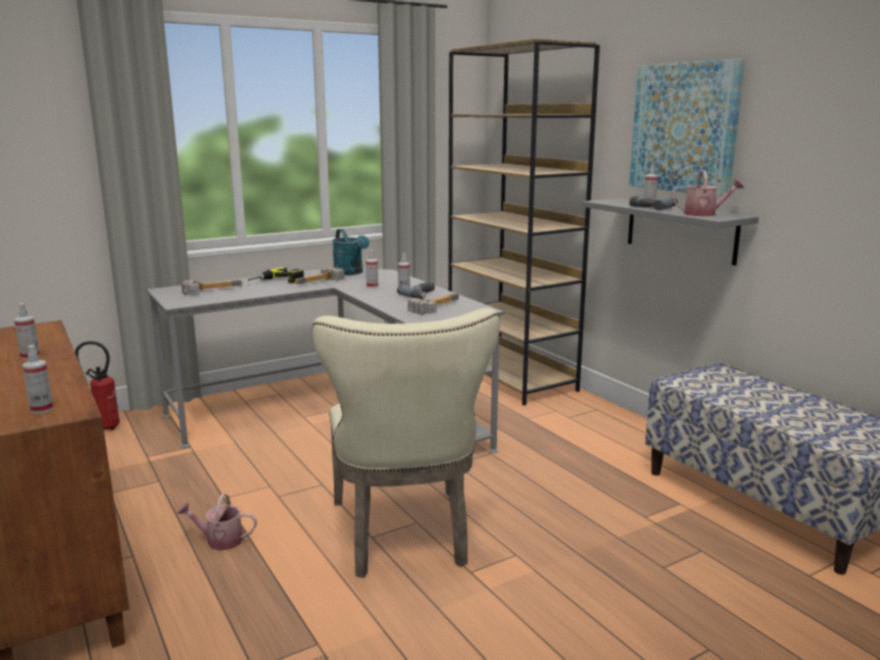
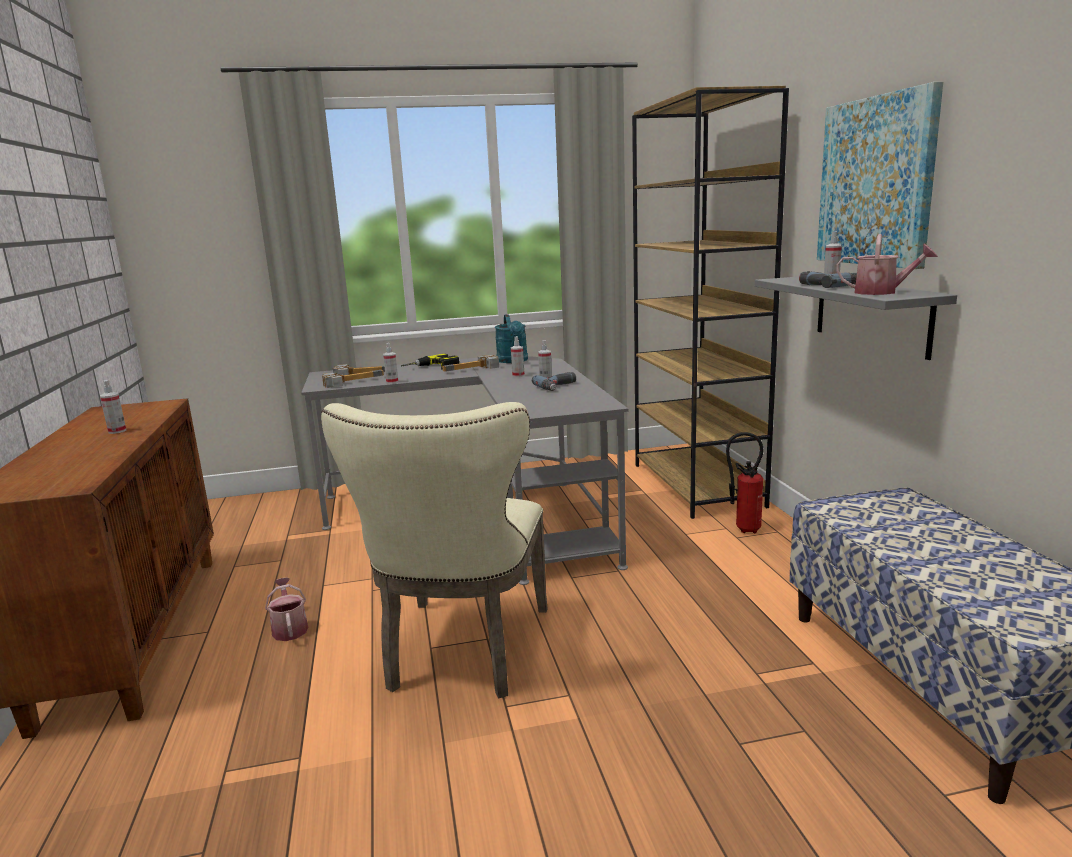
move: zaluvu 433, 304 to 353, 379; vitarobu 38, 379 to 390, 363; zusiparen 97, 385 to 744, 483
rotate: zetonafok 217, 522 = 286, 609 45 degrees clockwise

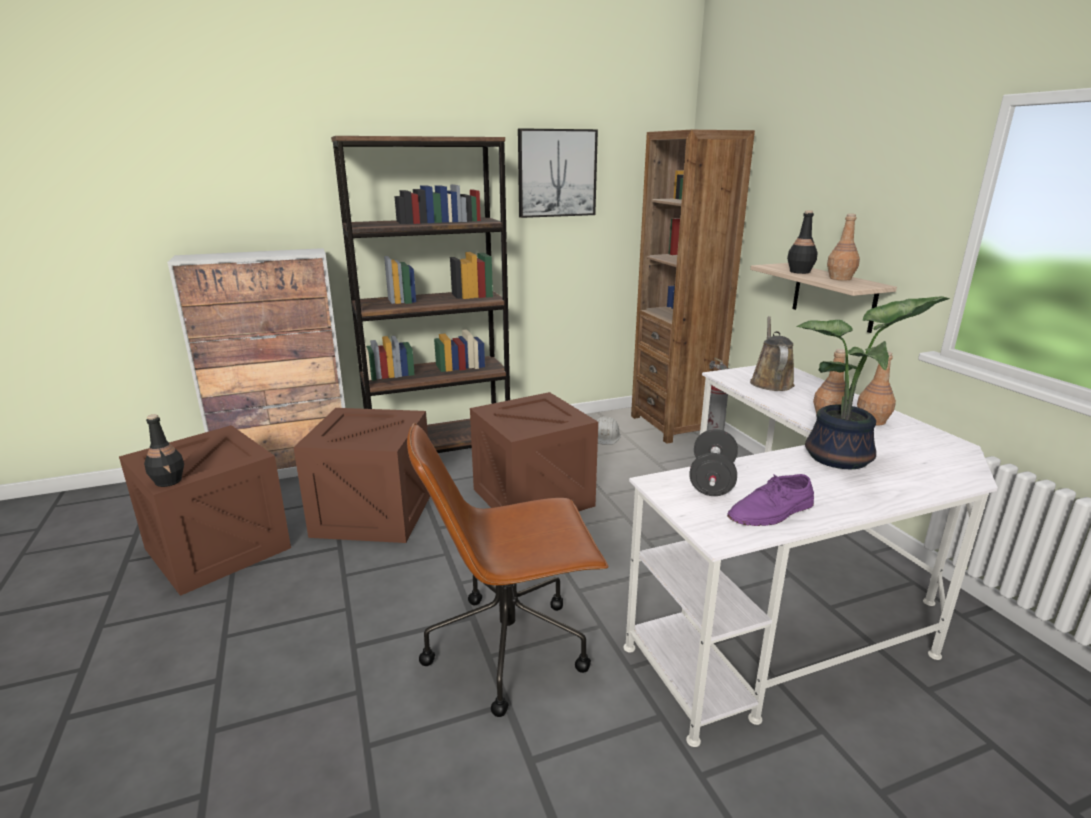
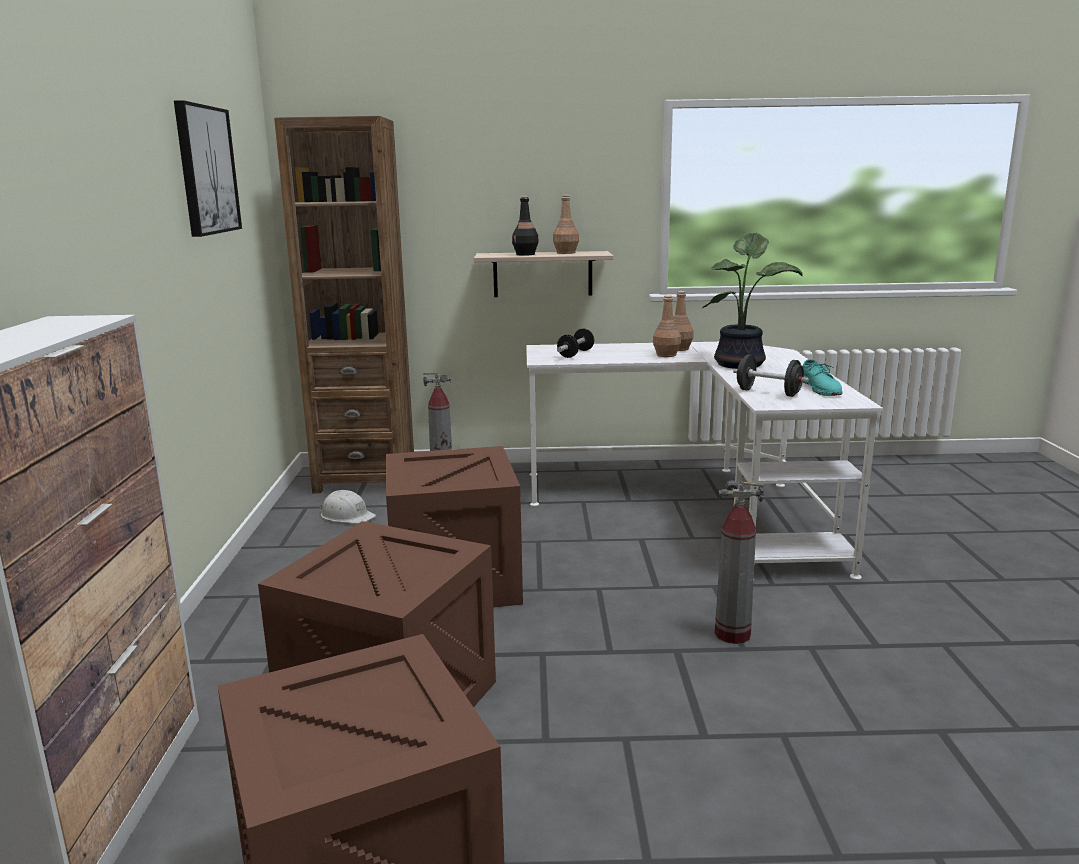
delete: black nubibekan 164, 450; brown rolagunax 420, 294
replace: brown zetonafok 772, 353 to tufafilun 575, 343; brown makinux 508, 570 to zusiparen 739, 562
recolor: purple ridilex 770, 500 to turquoise ridilex 822, 377

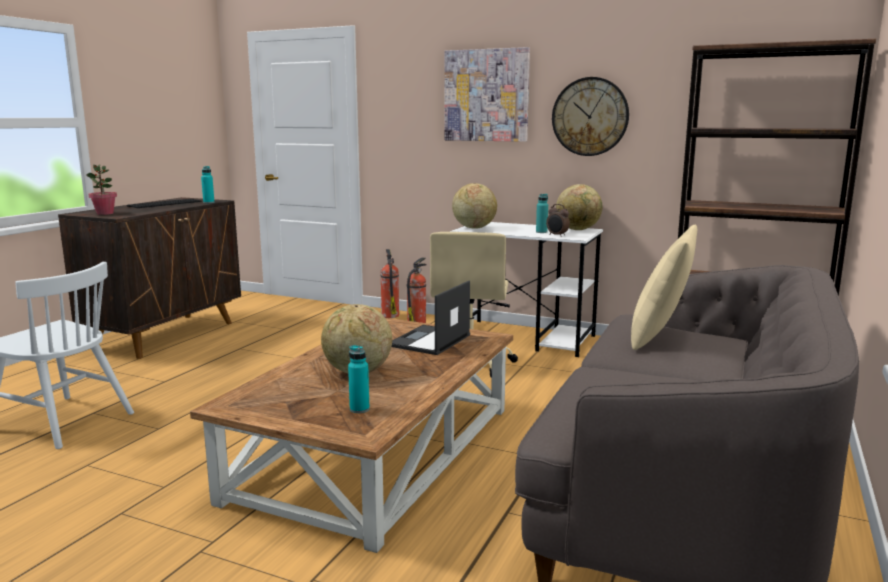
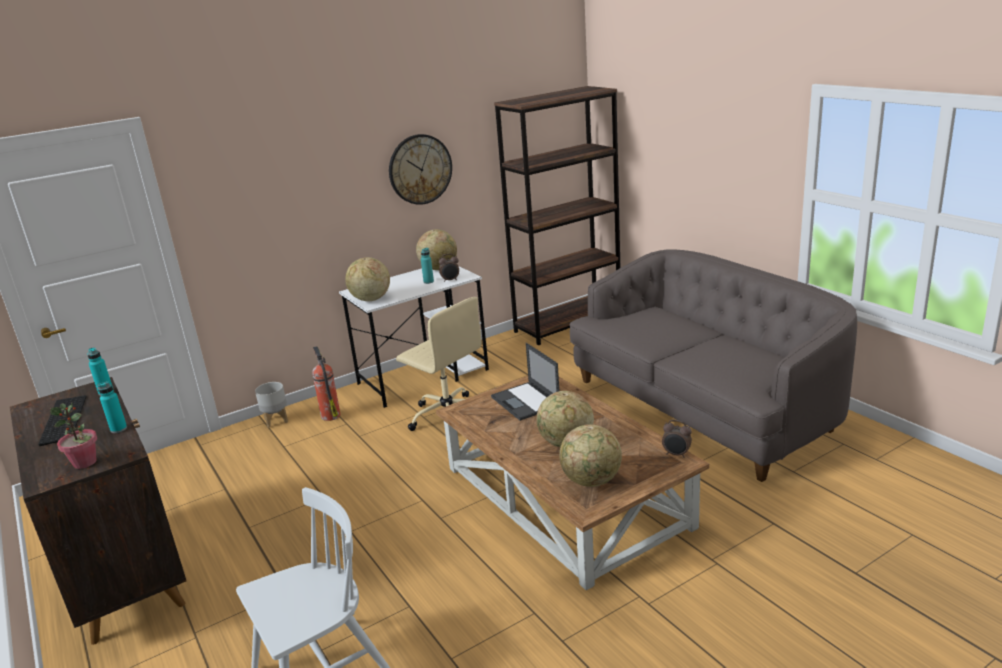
delete: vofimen 487, 94; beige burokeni 664, 287
insert: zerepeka 590, 455; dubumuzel 677, 439
move: turquoise nubibekan 359, 379 to 112, 407
replace: zusiparen 389, 283 to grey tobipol 271, 405

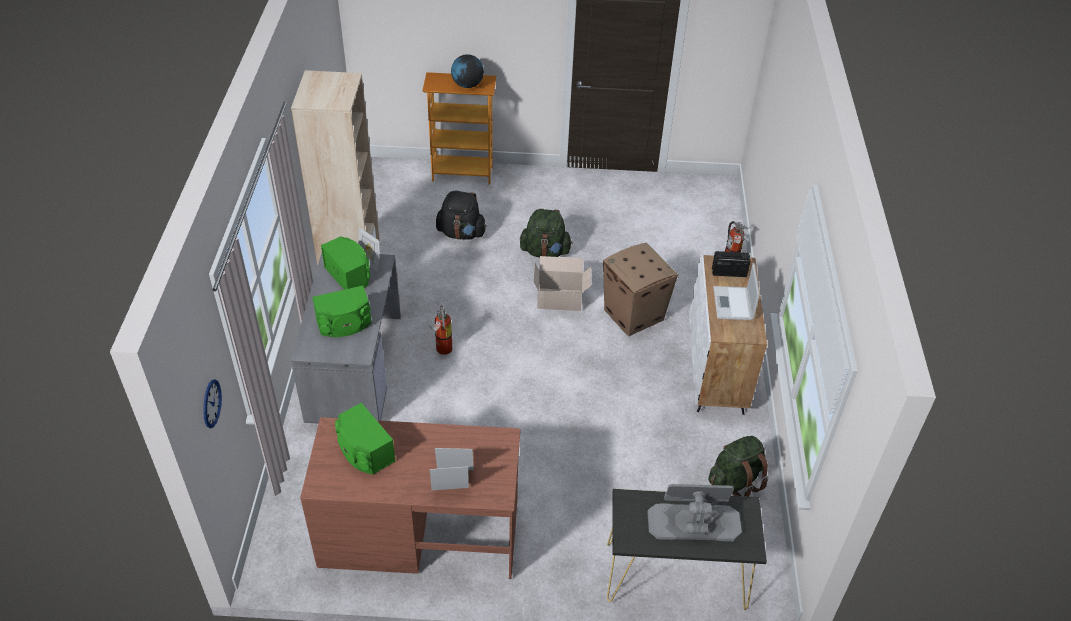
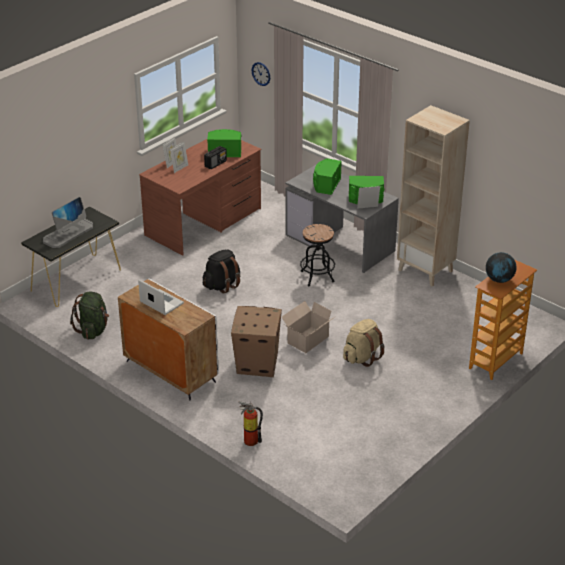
move: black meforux 461, 215 to 221, 271; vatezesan 731, 264 to 215, 157
replace: zusiparen 441, 330 to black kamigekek 317, 255
recolor: green meforux 546, 233 to beige meforux 364, 343

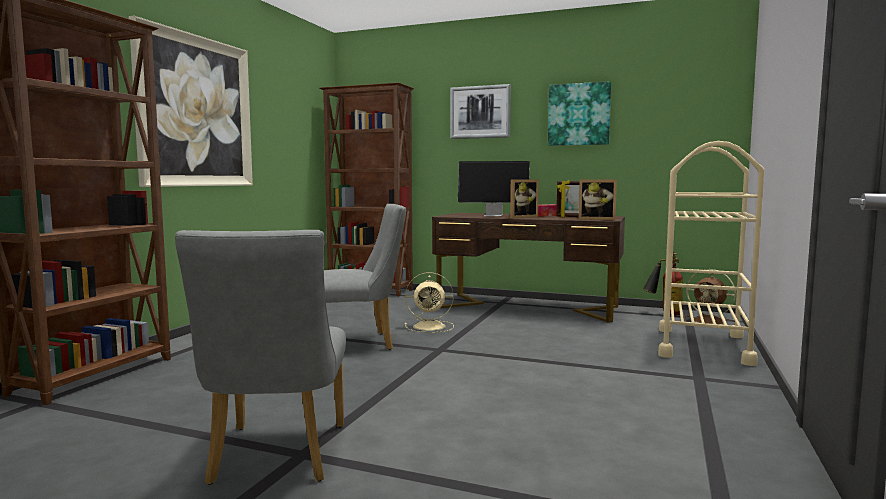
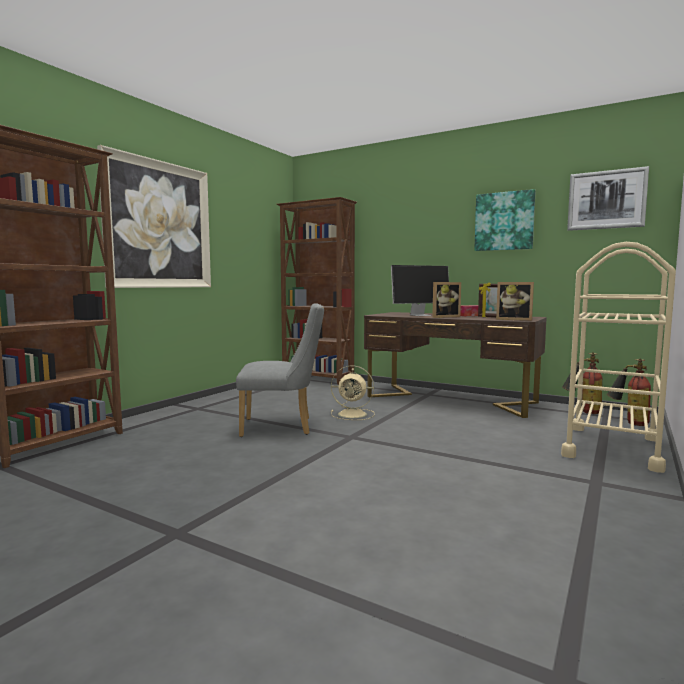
delete: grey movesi 260, 357
move: vofimen 480, 111 to 608, 198
replace: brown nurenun 710, 297 to zusiparen 629, 392
rotate: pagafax 494, 189 = 420, 290 45 degrees counterclockwise

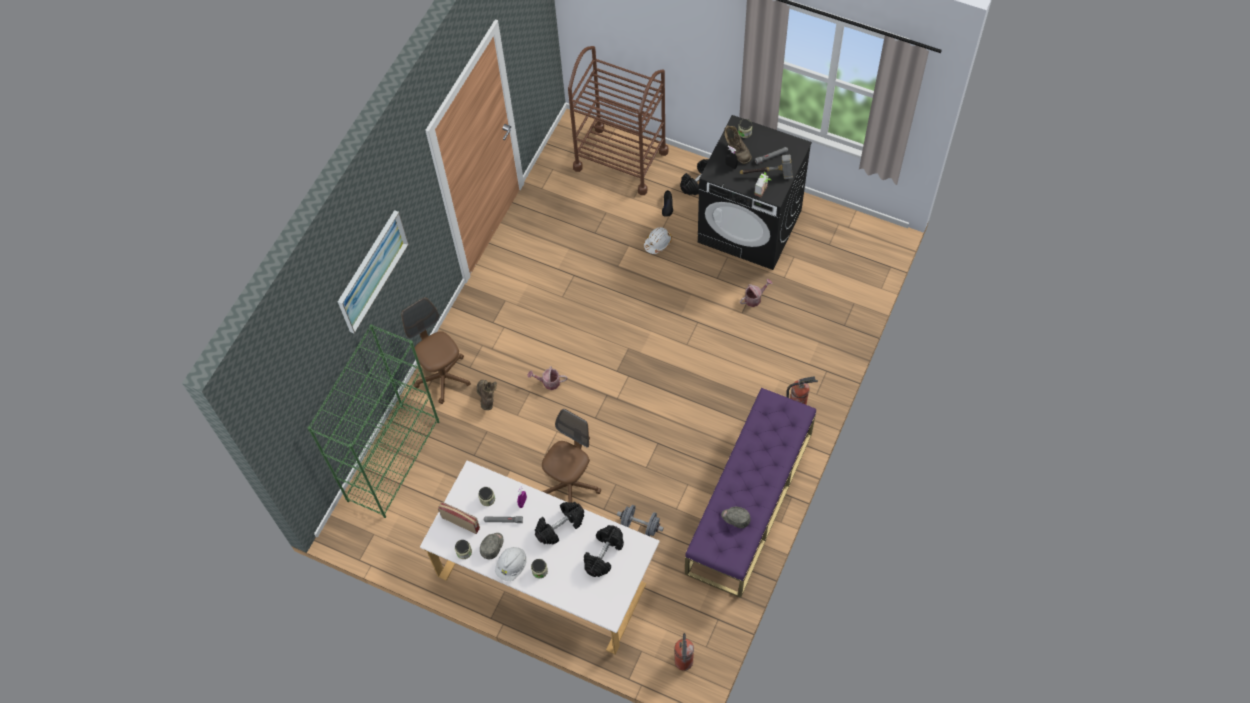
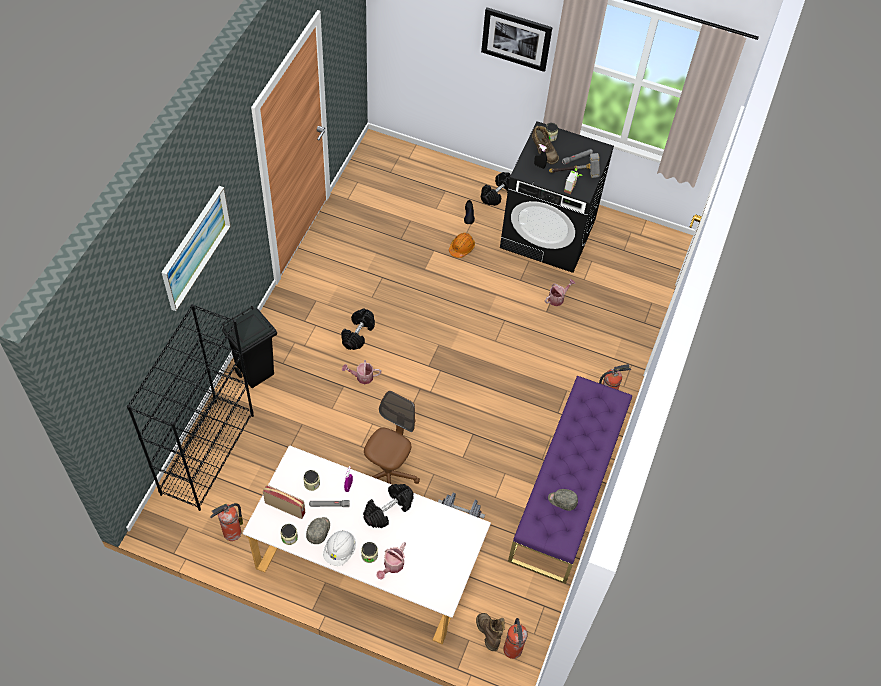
delete: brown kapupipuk 618, 120
insert: zusiparen 226, 522; zetonafok 391, 560; vofimen 516, 39
move: black tufafilun 604, 551 to 358, 329; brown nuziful 487, 395 to 490, 632
replace: brown makinux 436, 350 to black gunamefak 249, 347
recolor: green rolagunax 373, 421 to black rolagunax 190, 407; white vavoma 658, 240 to orange vavoma 462, 245

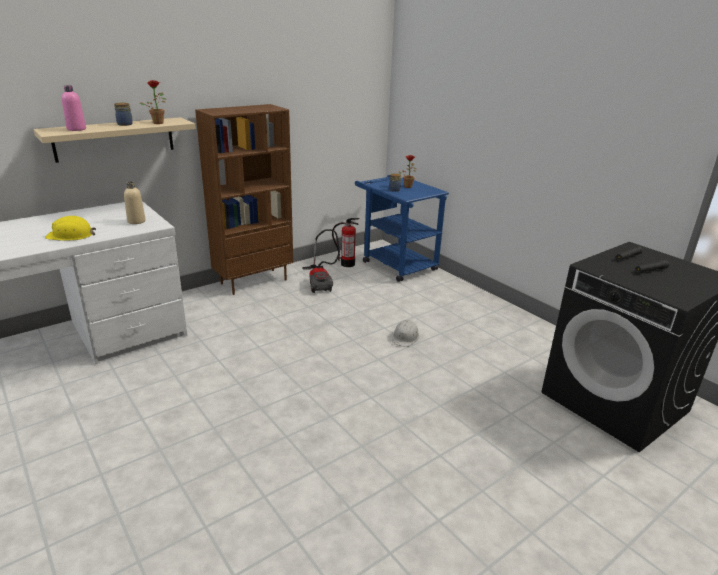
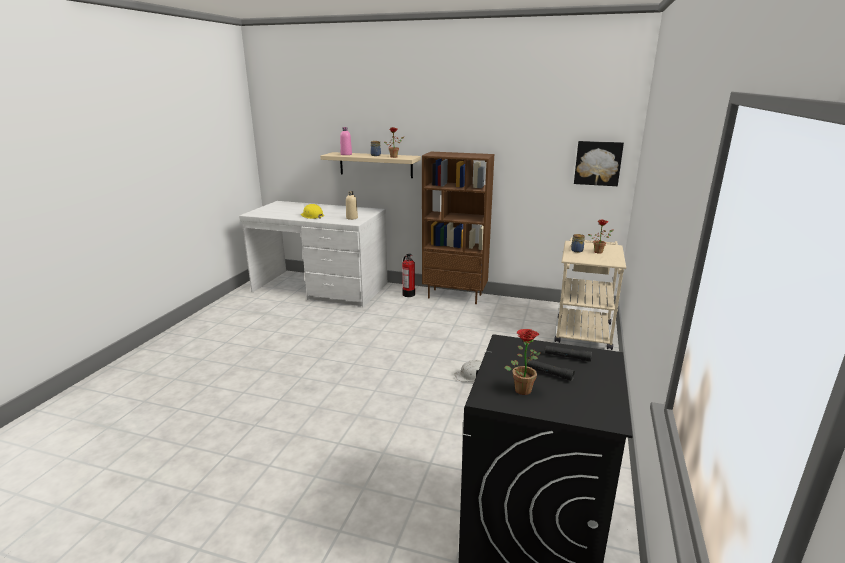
delete: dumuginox 321, 261
insert: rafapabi 523, 362; vofimen 599, 163
move: zusiparen 346, 242 to 408, 275
recolor: blue kapupipuk 402, 228 to beige kapupipuk 590, 293

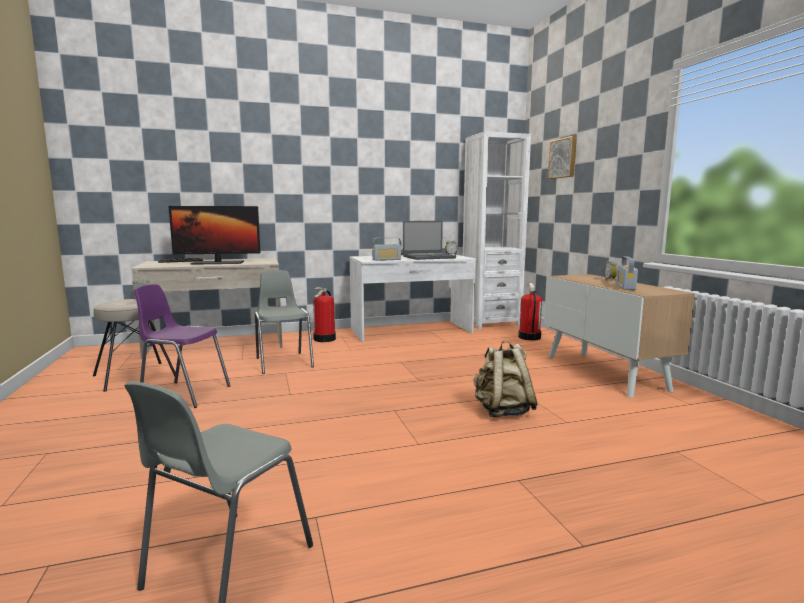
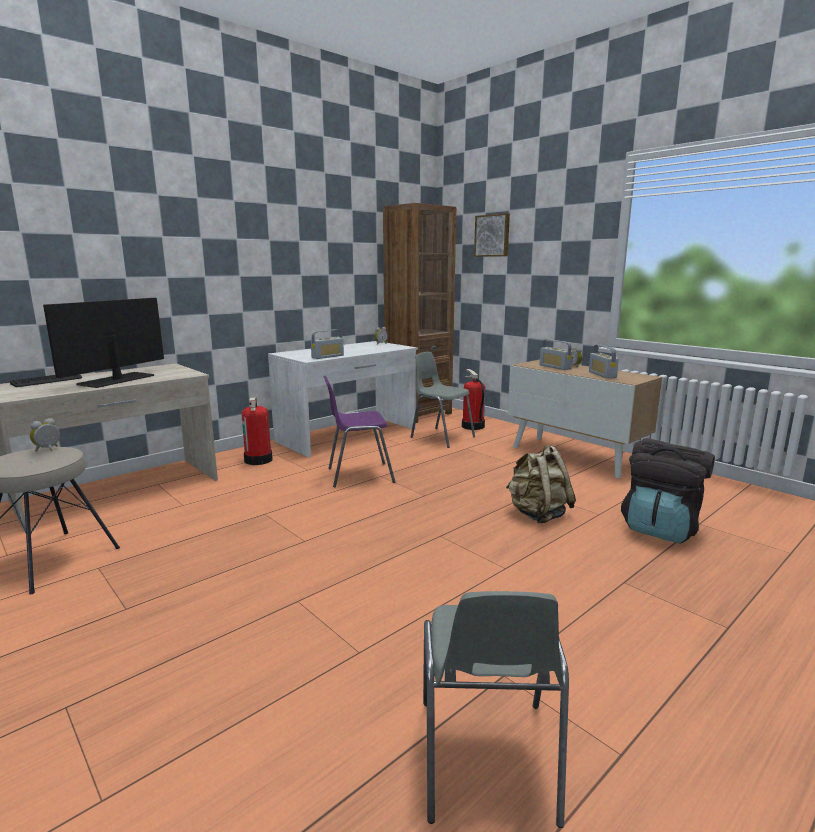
delete: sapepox 429, 240
insert: vatezesan 556, 354; black meforux 668, 491
move: purple movesi 182, 346 to 359, 432; grey movesi 284, 322 to 443, 400
recolor: white rolagunax 497, 230 to brown rolagunax 419, 313
rotate: pagafax 214, 235 = 103, 343 150 degrees clockwise

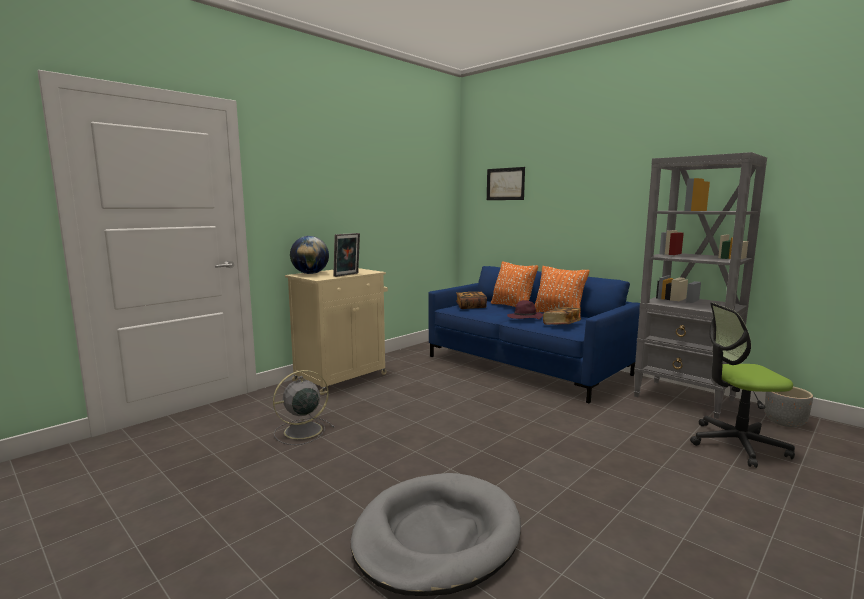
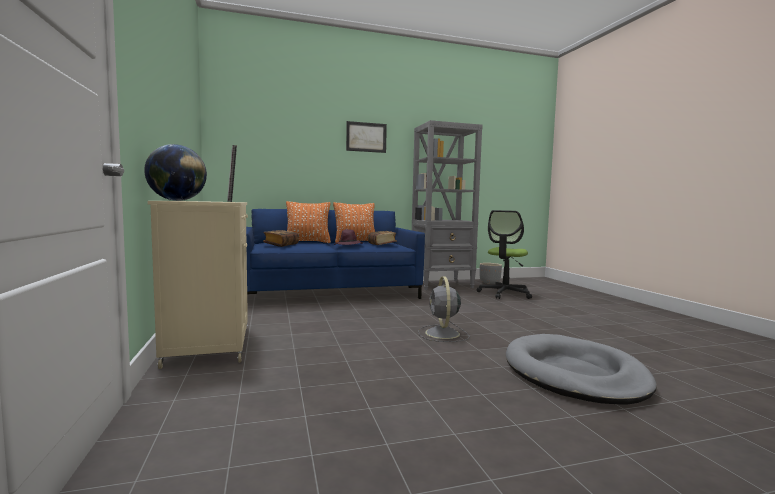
move: vofimen 506, 183 to 366, 137; grey nurenun 303, 407 to 443, 309

